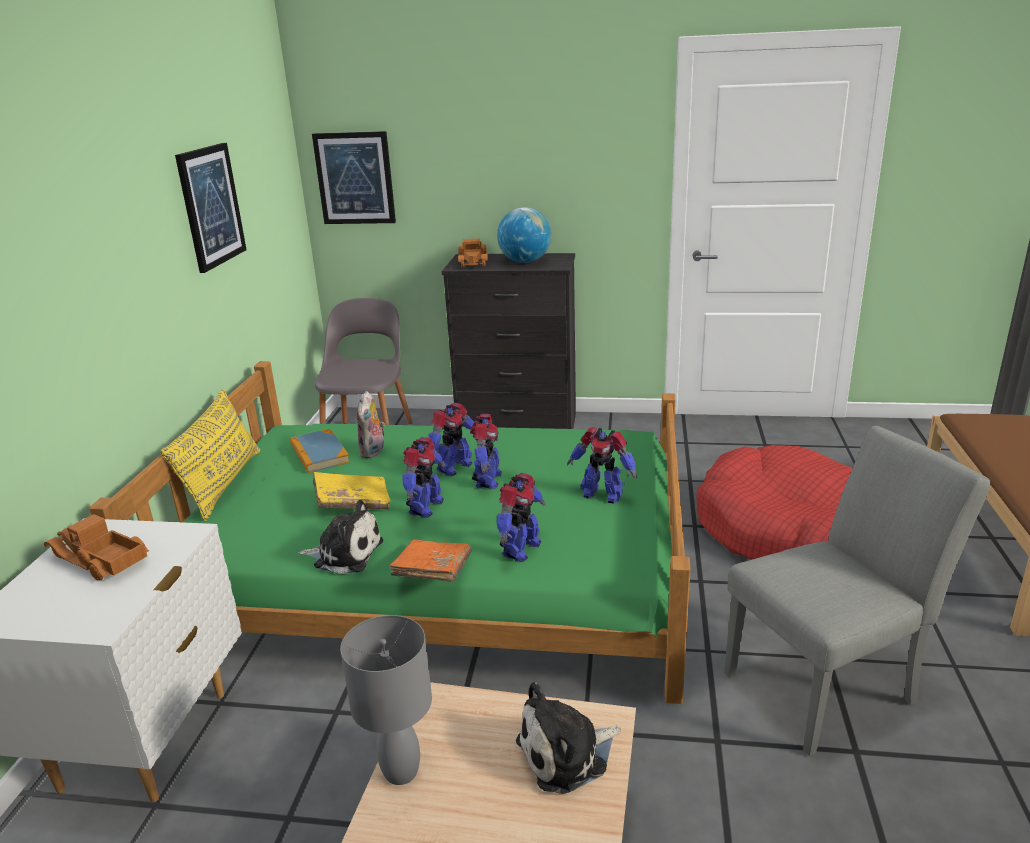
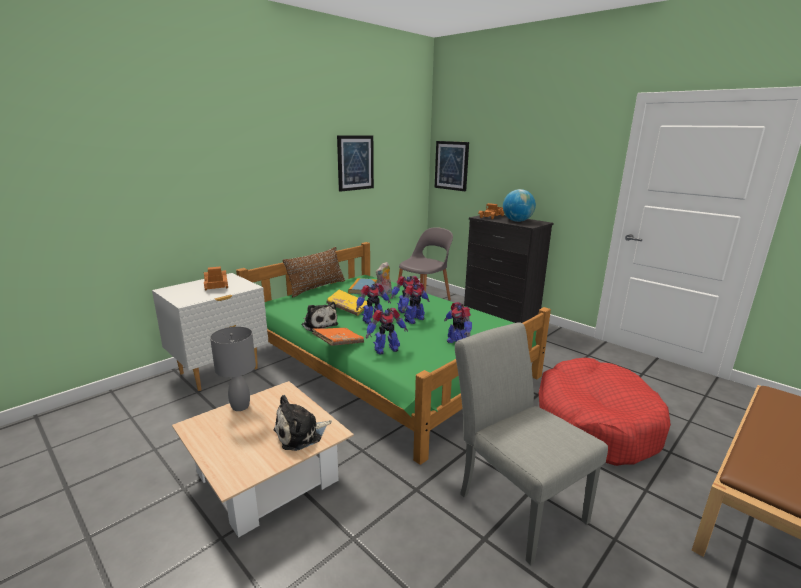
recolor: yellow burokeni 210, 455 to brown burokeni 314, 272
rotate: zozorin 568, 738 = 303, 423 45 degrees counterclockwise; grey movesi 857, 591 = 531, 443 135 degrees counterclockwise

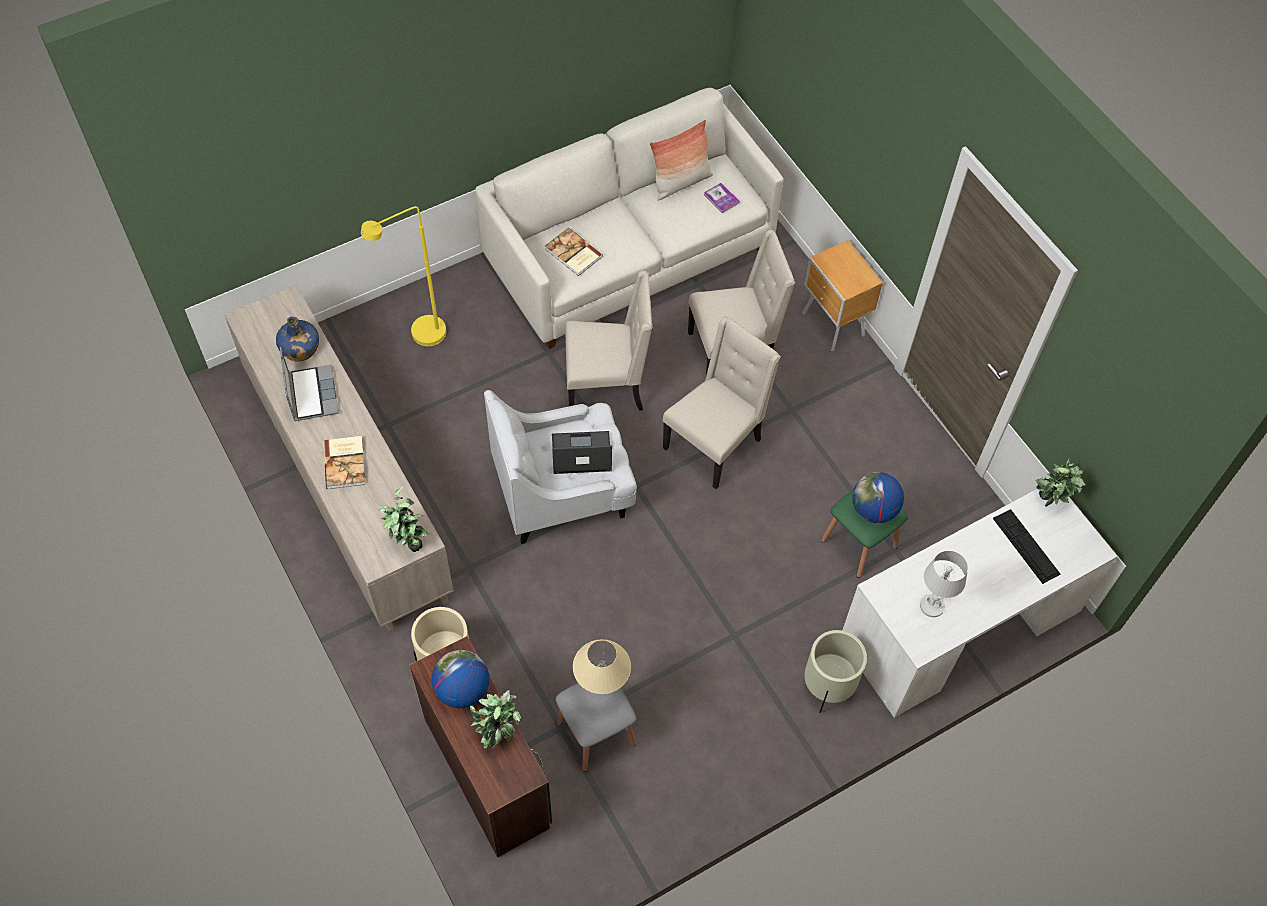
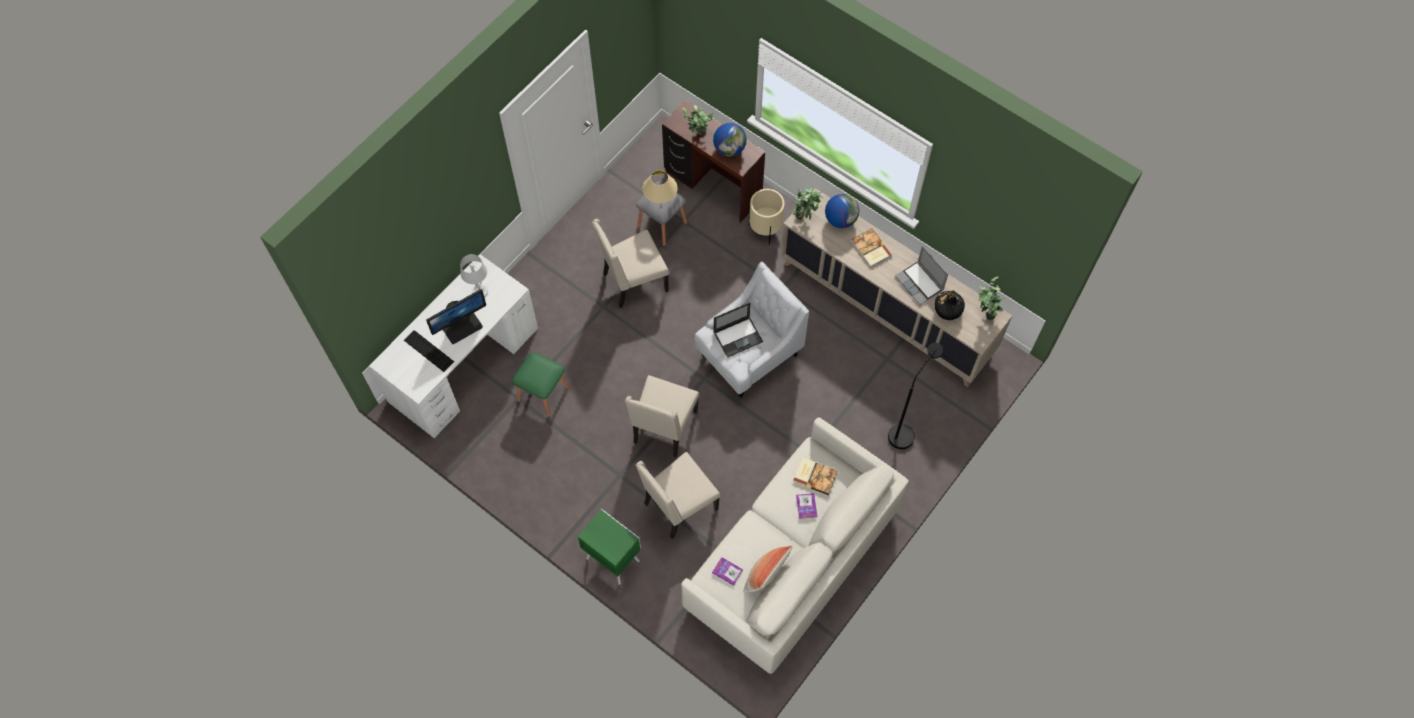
delete: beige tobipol 835, 671
insert: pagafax 456, 316; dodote 806, 506
move: beige movesi 608, 341 to 630, 263; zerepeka 878, 497 to 842, 211; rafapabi 1060, 482 to 991, 298
recolor: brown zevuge 842, 295 to green zevuge 609, 547; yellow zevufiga 403, 276 to black zevufiga 915, 395; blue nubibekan 297, 339 to black nubibekan 950, 305

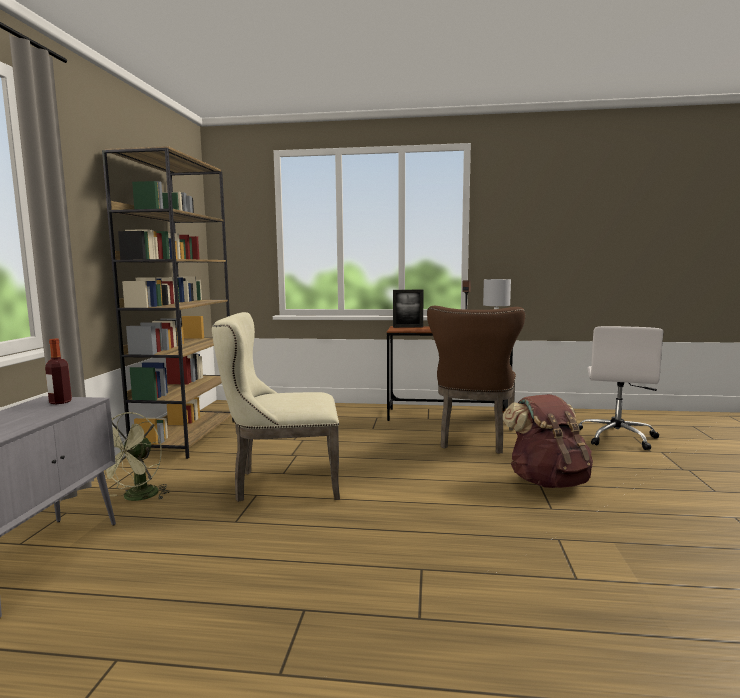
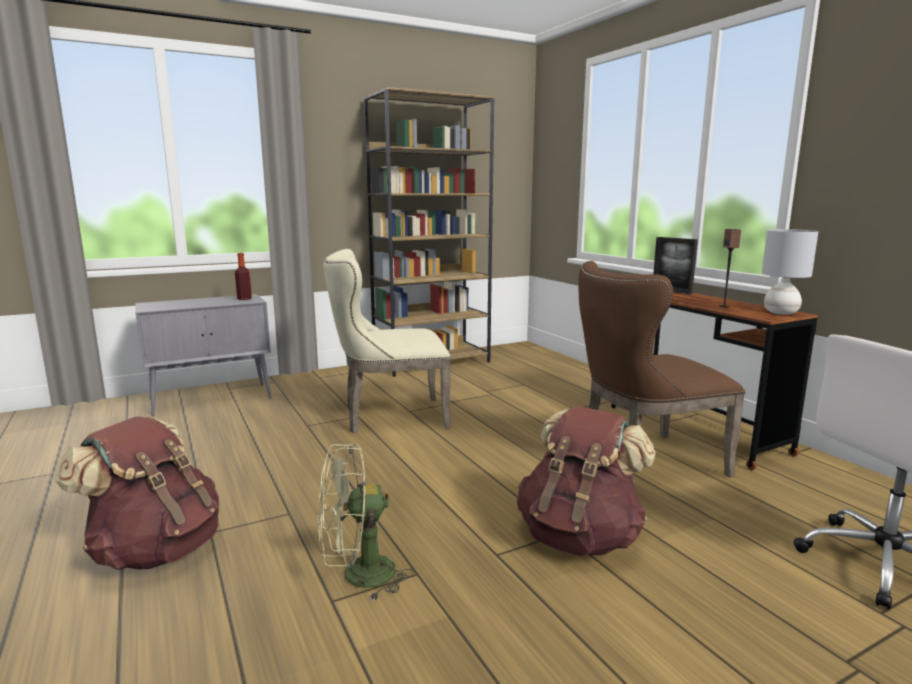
insert: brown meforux 137, 493
move: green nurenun 137, 456 to 365, 522
rotate: beige movesi 276, 407 = 387, 341 60 degrees counterclockwise

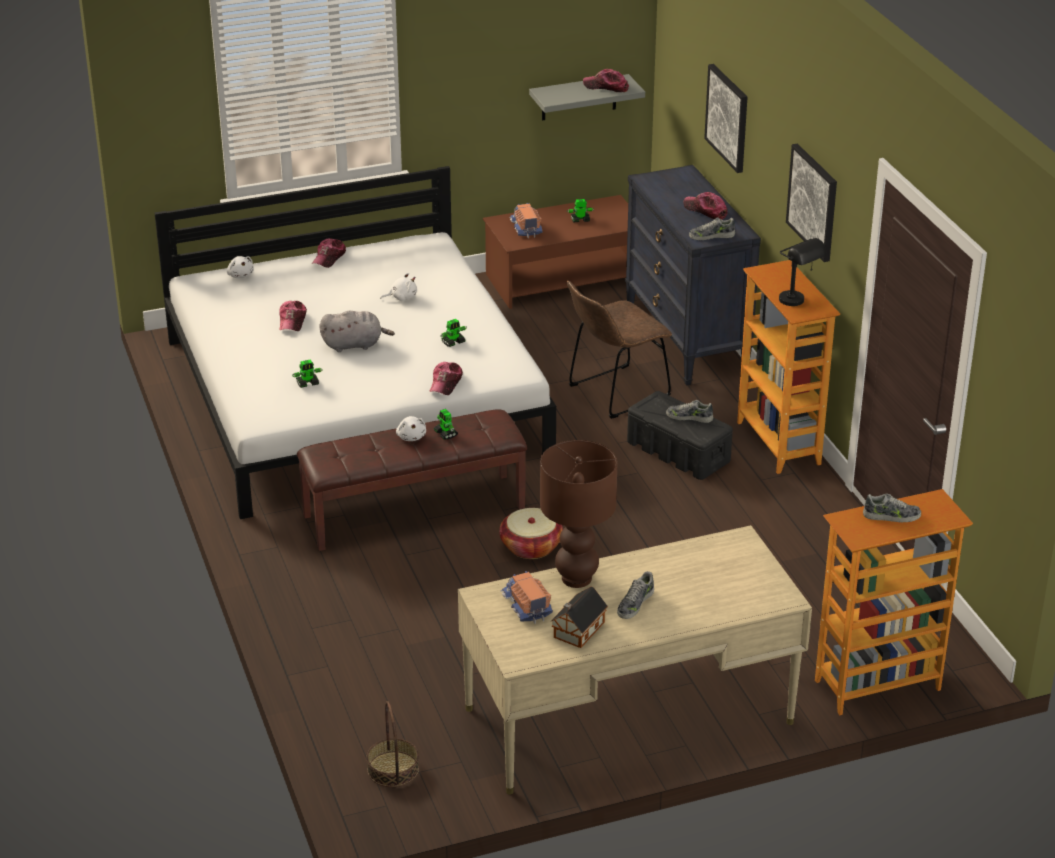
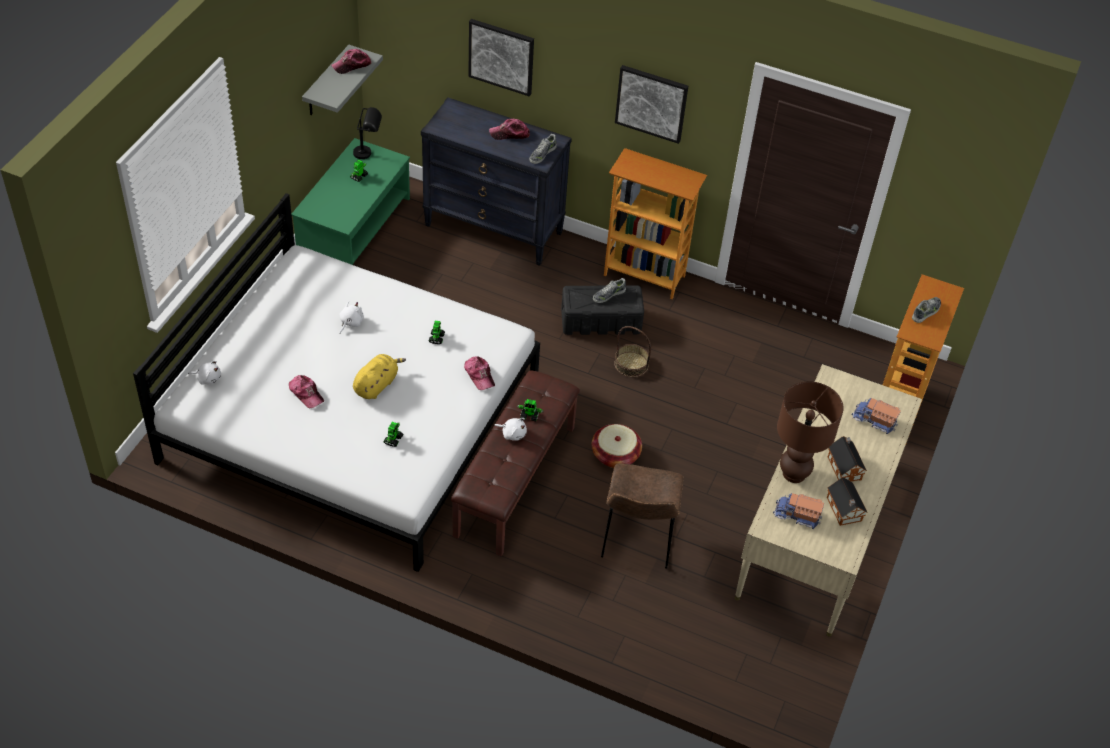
delete: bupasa 329, 253
move: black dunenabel 803, 272 to 367, 133; brown movesi 619, 350 to 642, 516; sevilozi 392, 744 to 632, 351; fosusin 526, 220 to 876, 416
replace: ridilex 635, 595 to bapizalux 847, 459
recolor: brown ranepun 555, 252 to green ranepun 350, 201; grey zozorin 357, 331 to yellow zozorin 379, 376

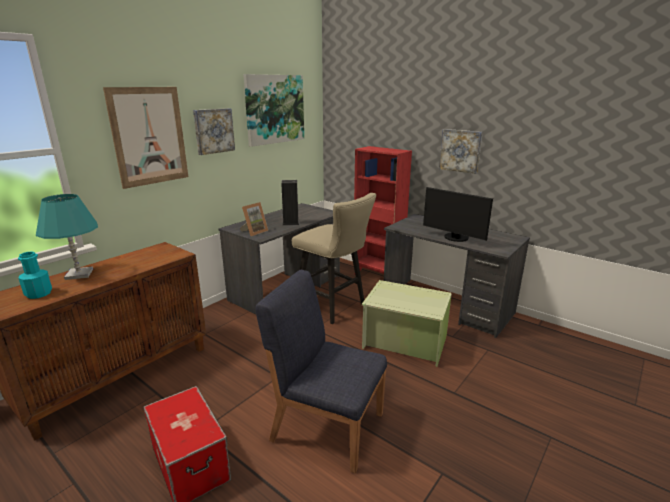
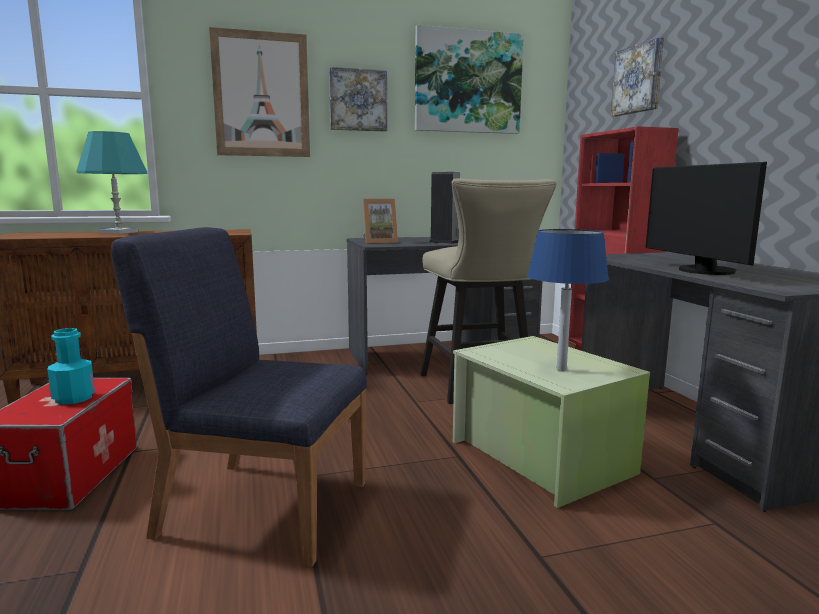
insert: blue dunenabel 568, 300
move: turquoise nubibekan 35, 275 to 71, 366; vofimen 461, 151 to 637, 76
rotate: blue movesi 321, 371 = 239, 397 45 degrees counterclockwise

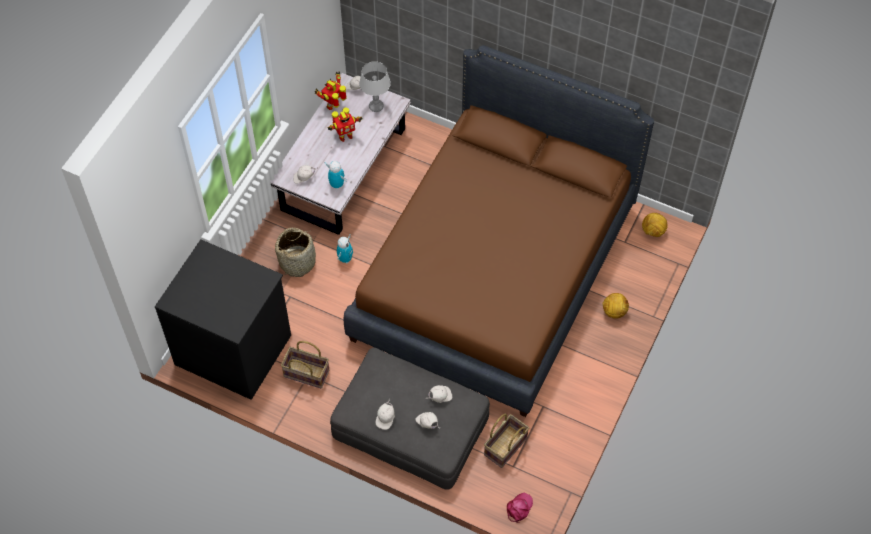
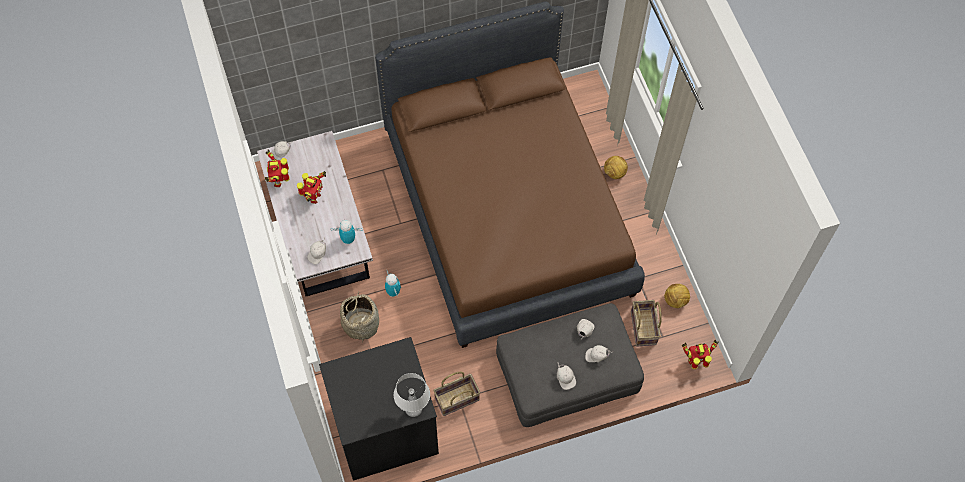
move: grey dunenabel 375, 86 to 412, 395; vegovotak 655, 225 to 677, 296
replace: pink bupasa 520, 508 to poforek 700, 354

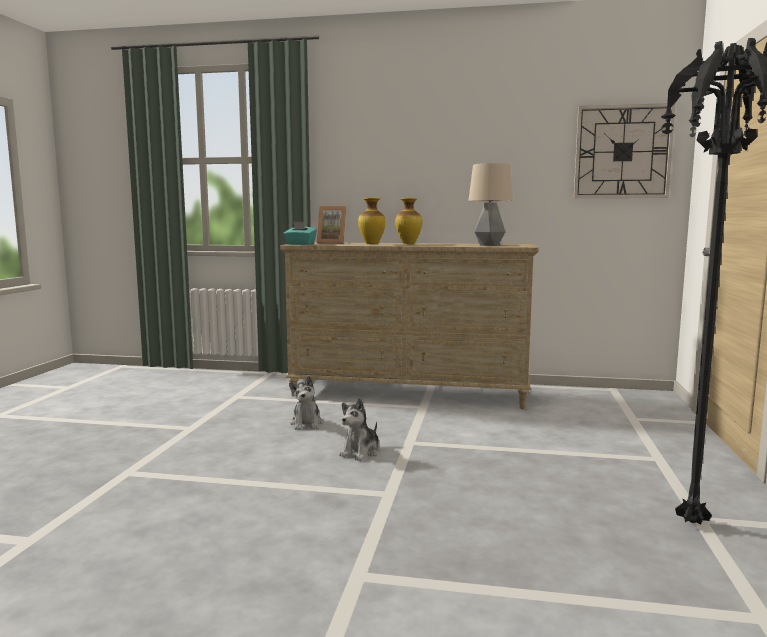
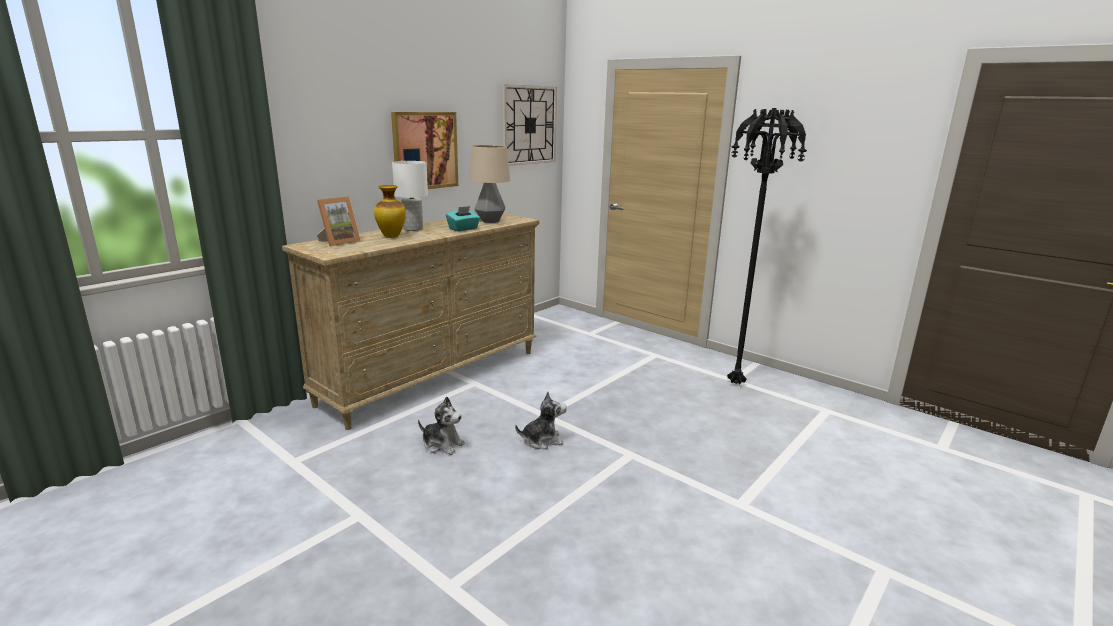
insert: vofimen 424, 150
move: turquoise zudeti 300, 233 to 463, 218
replace: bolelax 408, 221 to white dunenabel 410, 196
rotate: zozorin 359, 430 = 541, 420 75 degrees counterclockwise

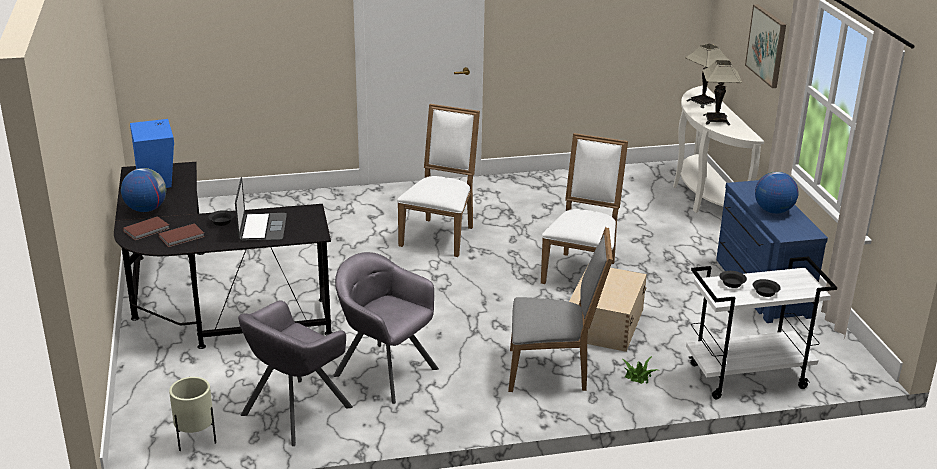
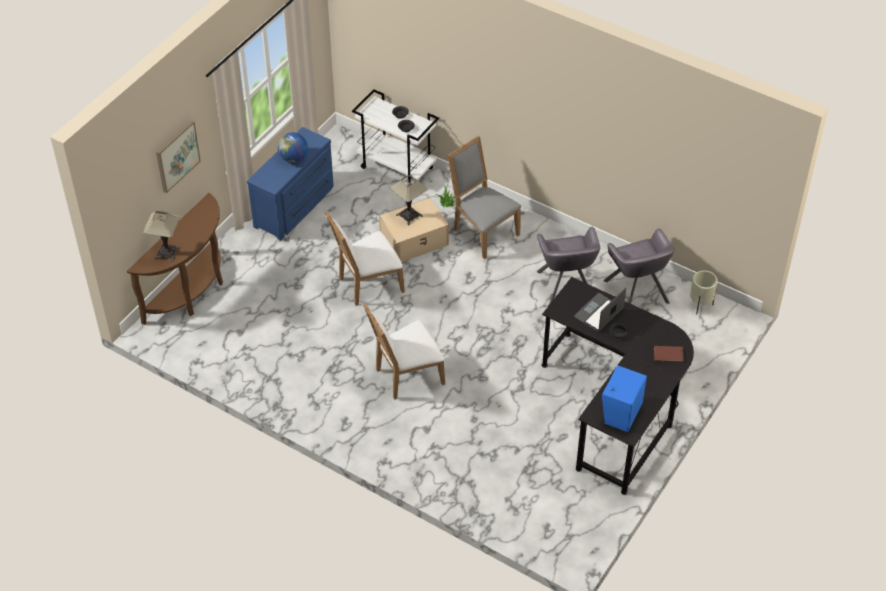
delete: zerepeka 143, 190; brown dodote 181, 235
move: dunenabel 722, 92 to 409, 200
recolor: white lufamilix 718, 149 to brown lufamilix 175, 259
rotate: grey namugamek 295, 373 = 639, 266 75 degrees clockwise

